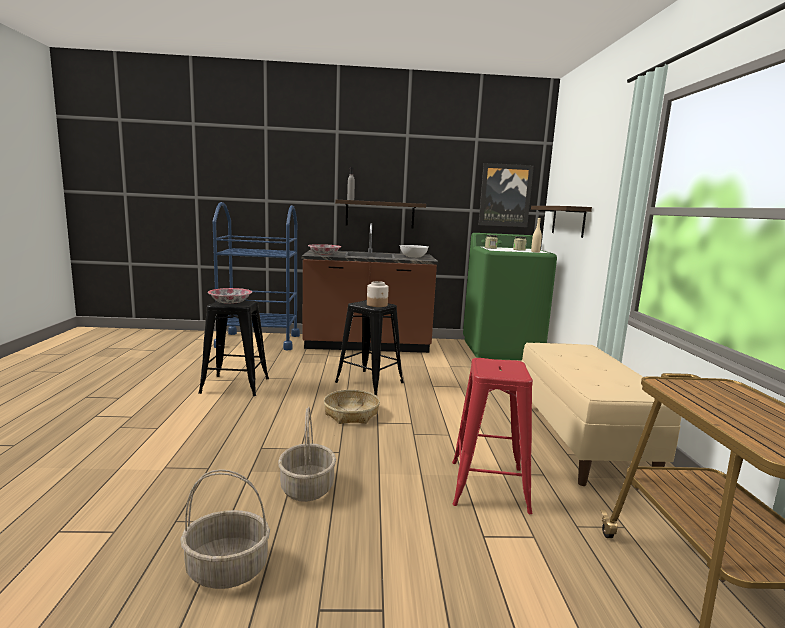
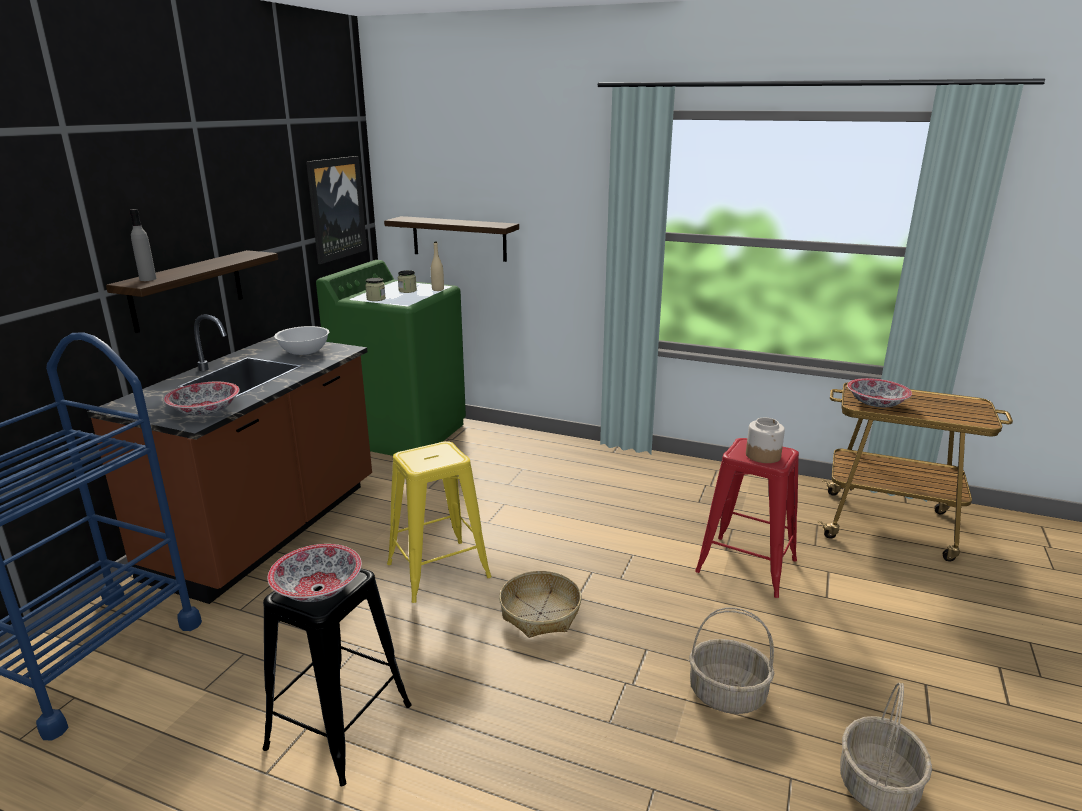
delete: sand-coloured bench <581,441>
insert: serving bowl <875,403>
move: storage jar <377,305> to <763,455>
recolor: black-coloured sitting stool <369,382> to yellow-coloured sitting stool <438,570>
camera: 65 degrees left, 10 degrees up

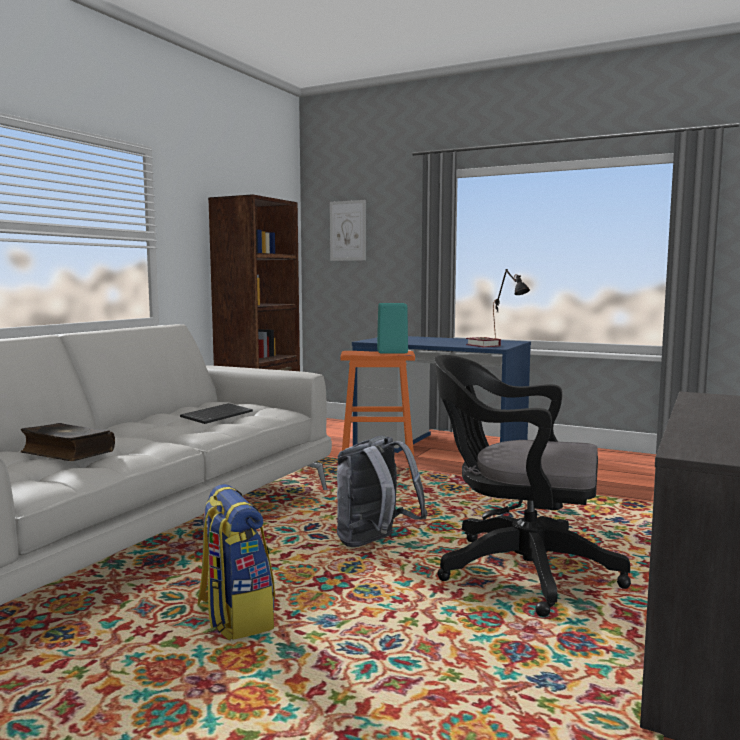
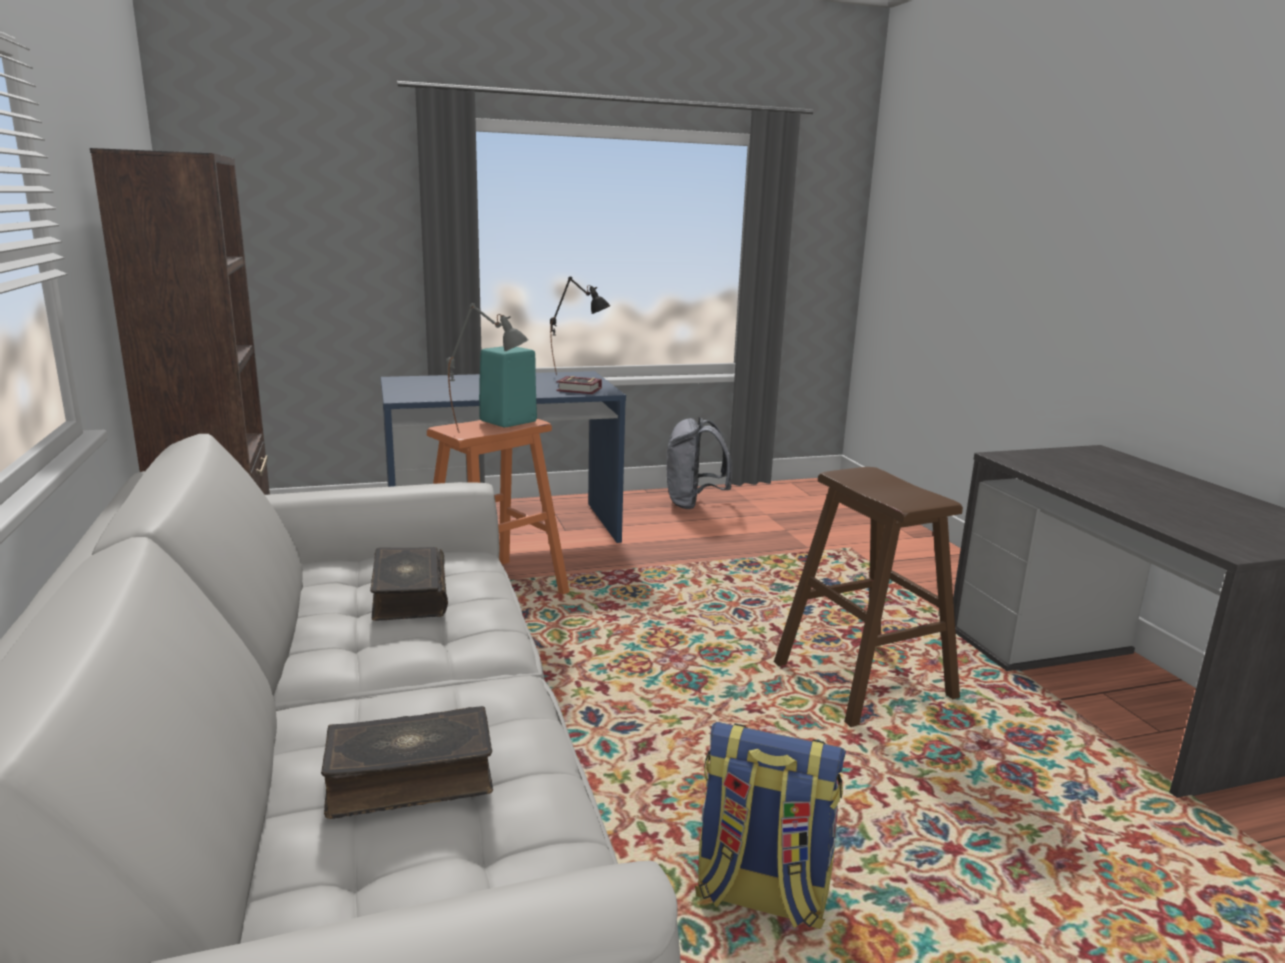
delete: picture <347,230>
insert: grey tabletop lamp <489,432>
move: grey rucksack <375,543> to <693,504>
replace: black-coloured desk chair <517,570> to brown-coloured sitting stool <863,680>; PC keyboard <217,415> to volume <408,596>
camera: 45 degrees left, 10 degrees up

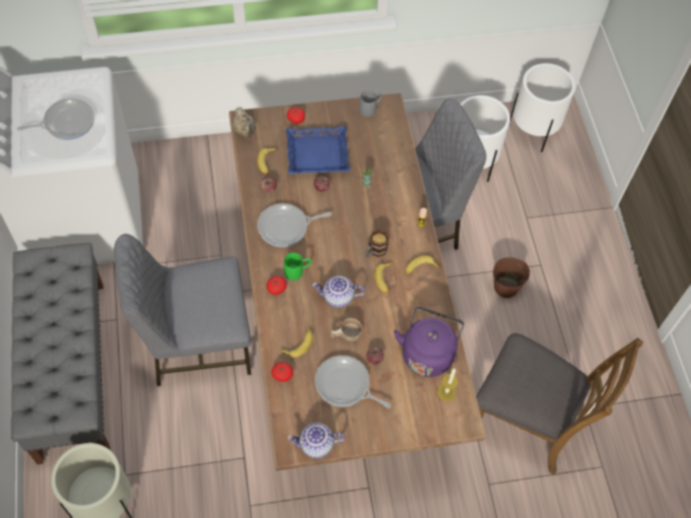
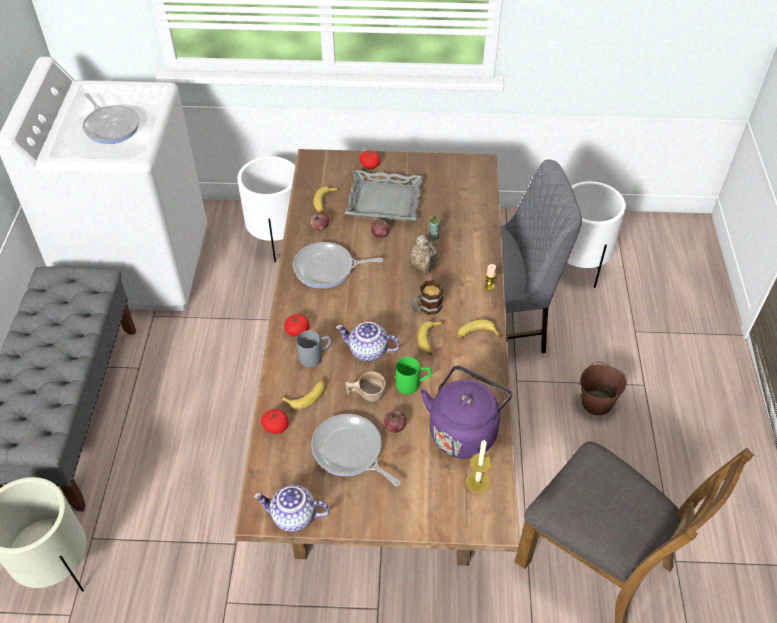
delete: grey chair <197,343>
move: whitish flower pot <533,131> to <277,240>; grey mug <370,109> to <316,356>; sand-coloured pot for tea <245,131> to <424,266>; green-coloured mug <298,271> to <413,384>
recolor: blue tray <317,155> to grey tray <384,202>
rotate: frying pan <66,122> = <111,126> 60 degrees clockwise
camera: 15 degrees right, 10 degrees down

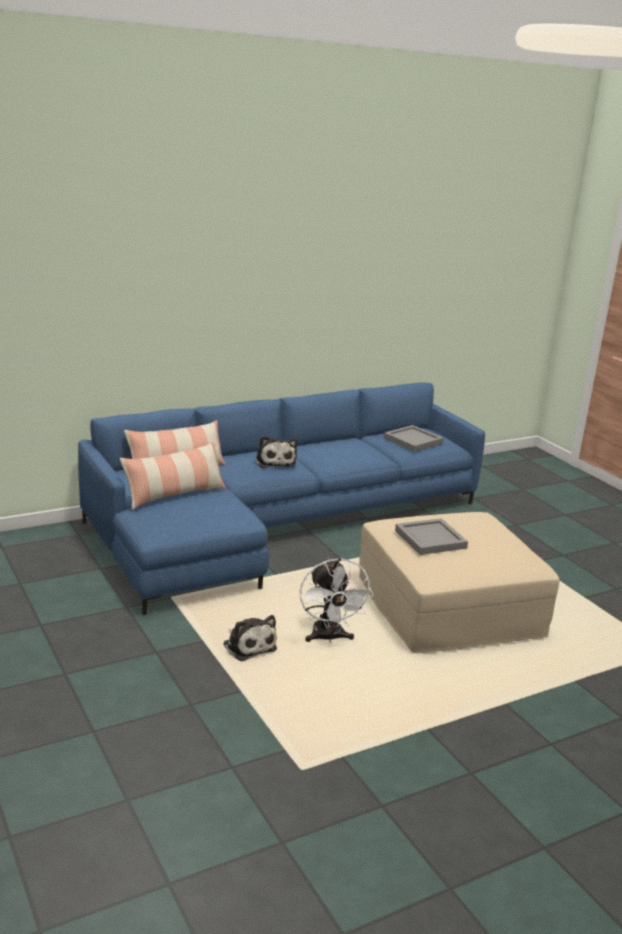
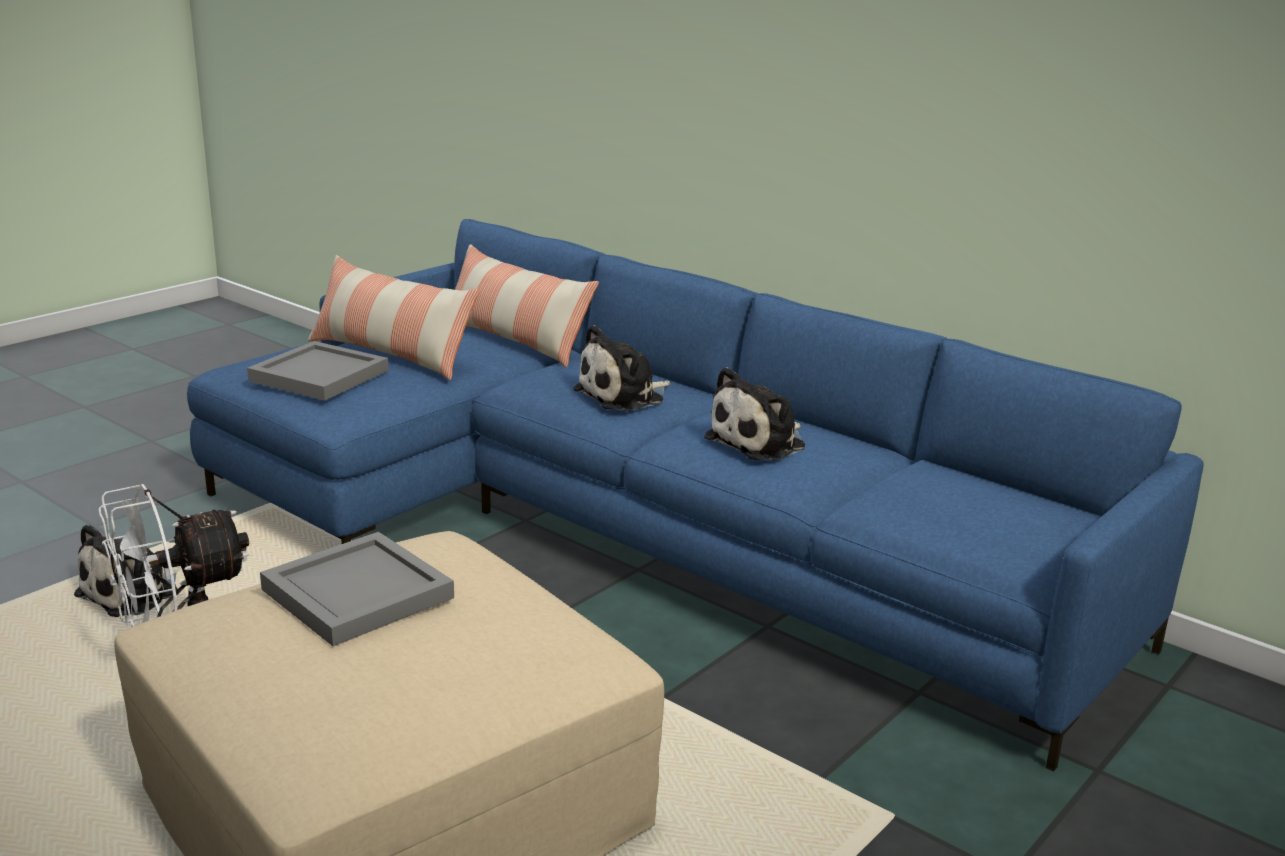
insert: soft toy <760,442>
move: grey tray <412,440> to <319,375>
camera: 70 degrees right, 0 degrees up

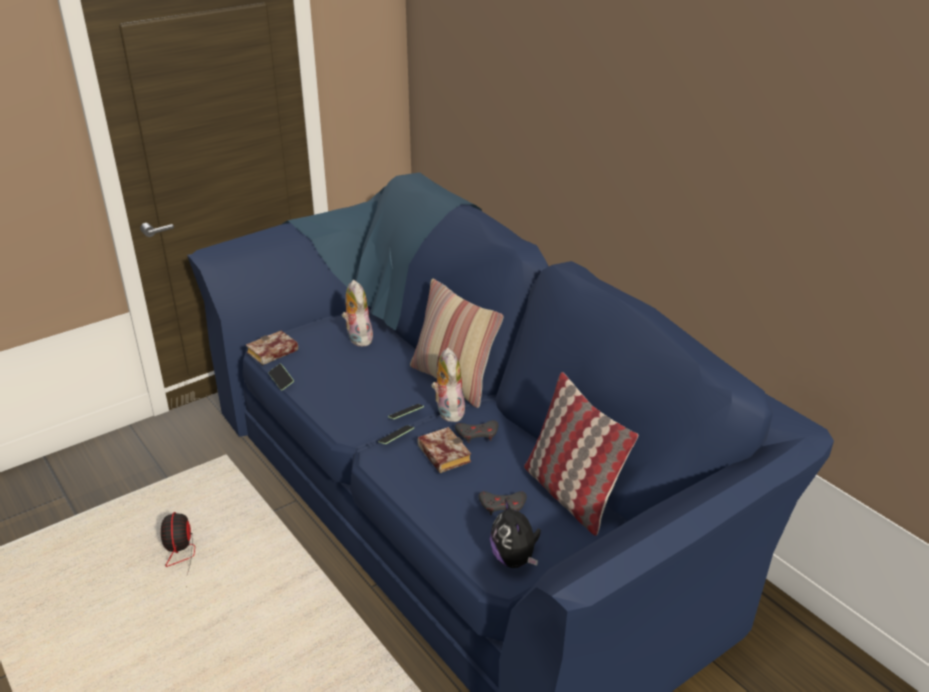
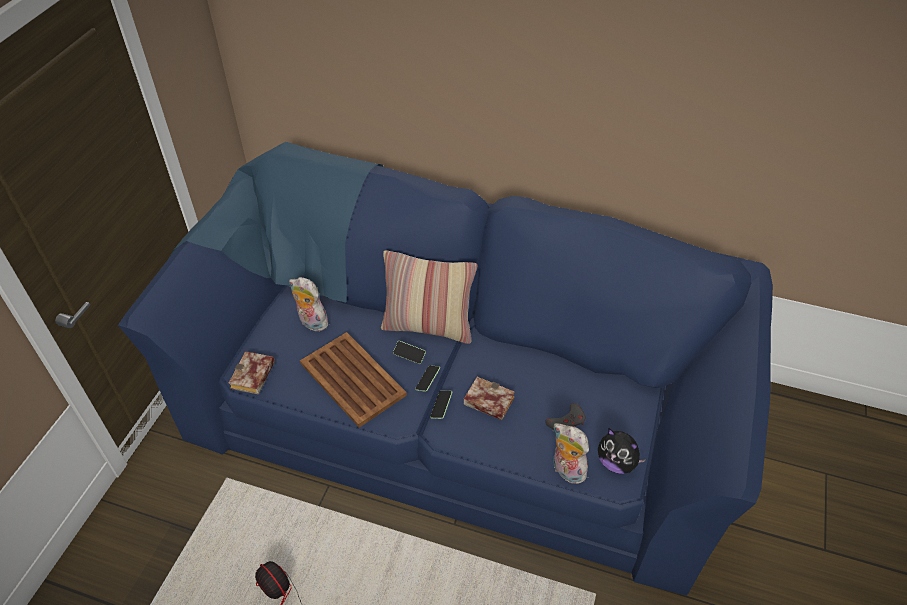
delete: cushion <571,495>; grey joypad <477,434>
insert: brown-coloured tray <352,378>
move: soft toy <448,411> to <566,470>; telephone <281,381> to <409,355>
camera: 35 degrees left, 15 degrees up

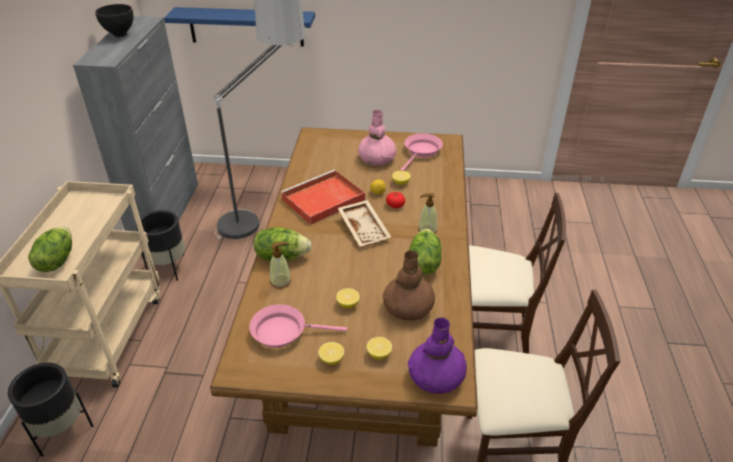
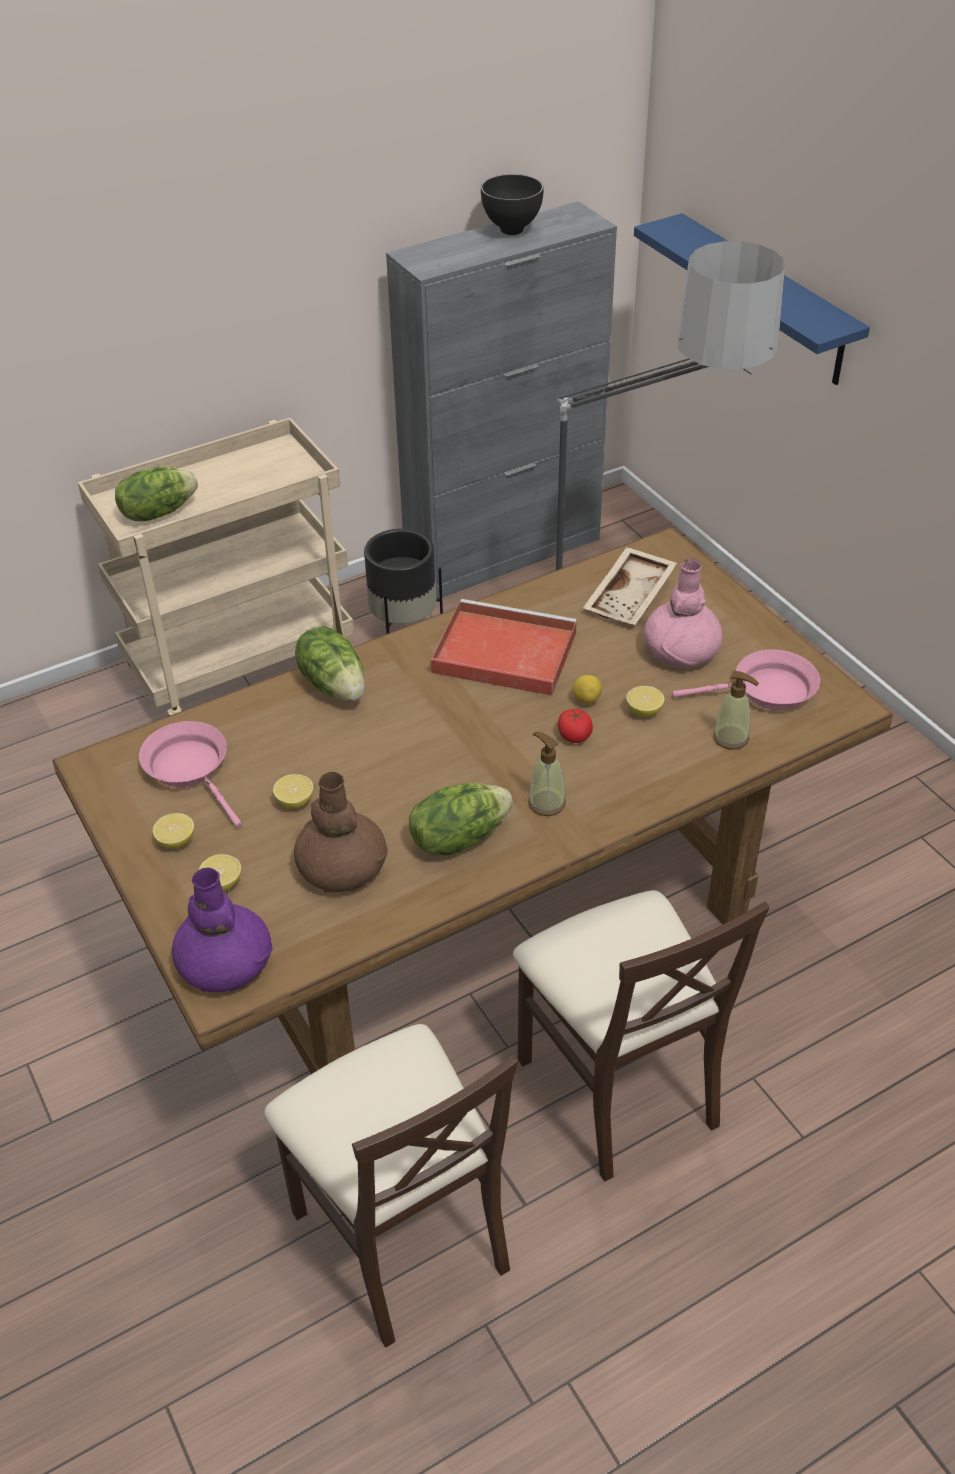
delete: black-coloured flower pot <62,430>
move: sand-coloured tray <365,229> to <631,597>; soap dispenser <280,281> to <731,738>
camera: 55 degrees right, 5 degrees up

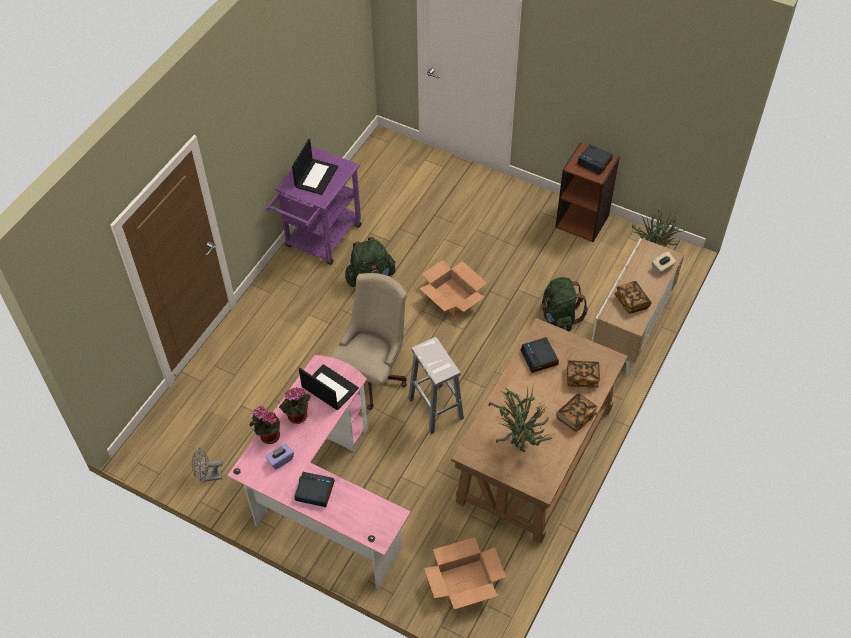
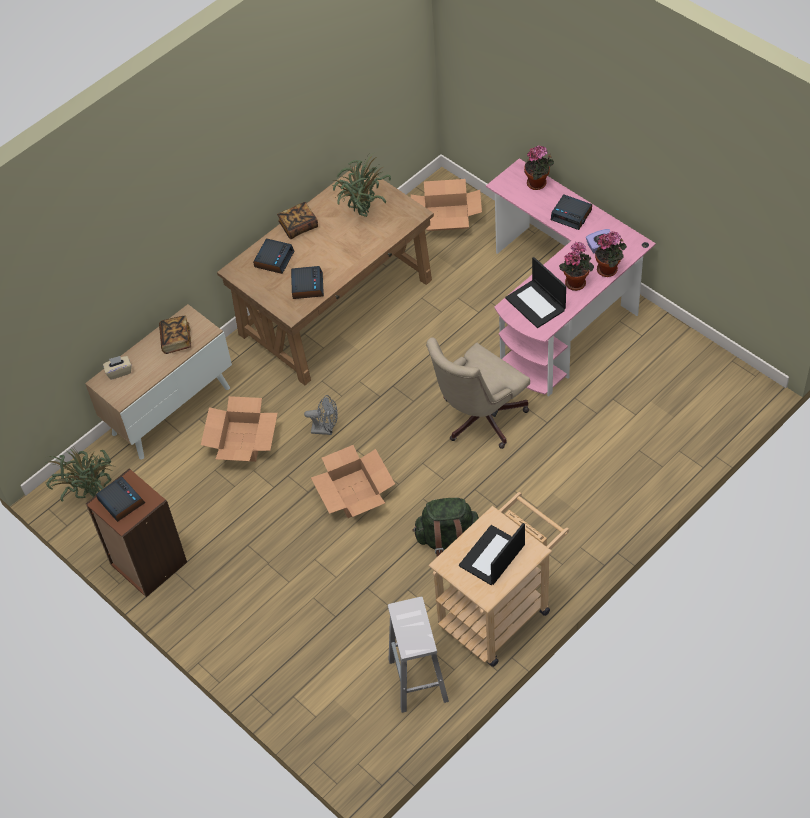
insert: potted plant <538,184>
move: whitish sitting stool <435,408> to <419,681>; grey fan <208,476> to <326,429>
replace: green-coloured rucksack <559,318> to packing box <242,441>; volume <582,378> to alarm clock <274,259>
recolor: purple-coloured wheeled cart <320,240> to sand-coloured wheeled cart <500,611>
camera: 160 degrees left, 0 degrees up

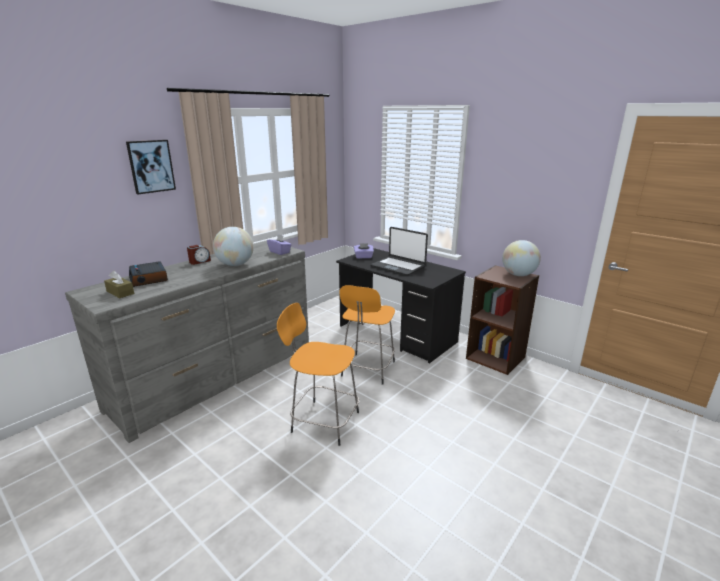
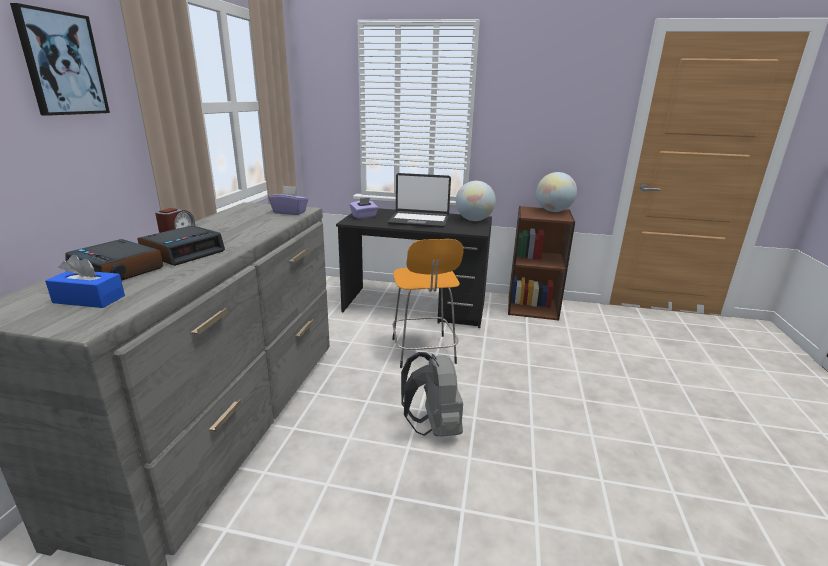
insert: alarm clock <184,252>
move: globe <235,264> to <474,220>
replace: orangey sitting stool <323,421> to grey rucksack <433,427>
recolor: brown-coloured box of tissues <120,292> to blue box of tissues <89,299>
camera: 30 degrees left, 0 degrees up

